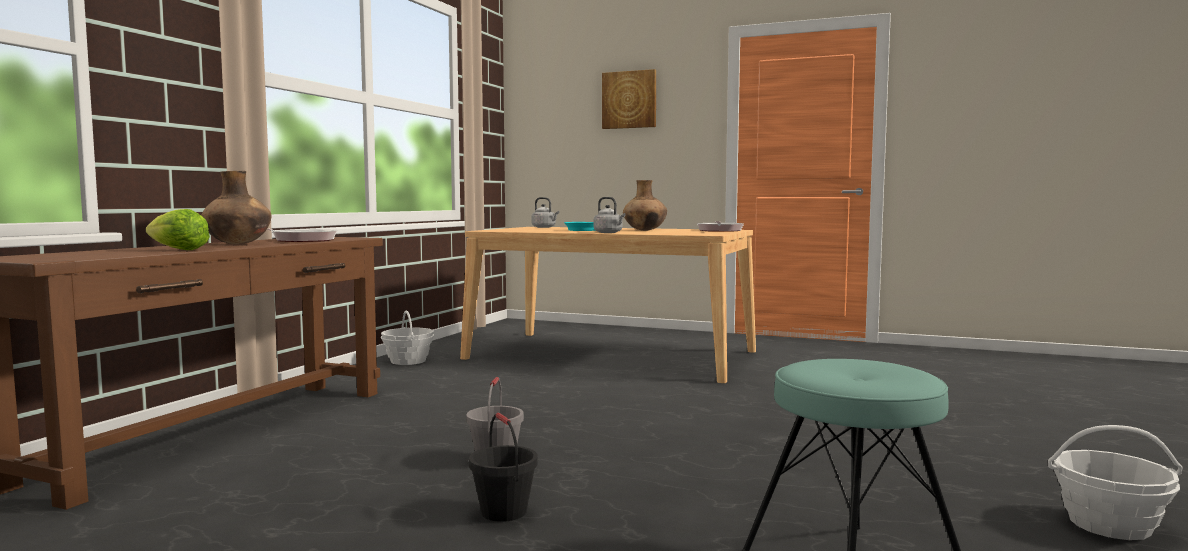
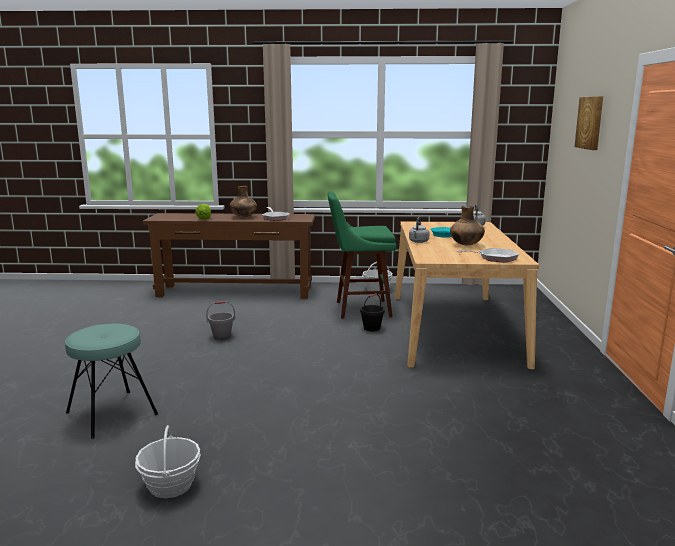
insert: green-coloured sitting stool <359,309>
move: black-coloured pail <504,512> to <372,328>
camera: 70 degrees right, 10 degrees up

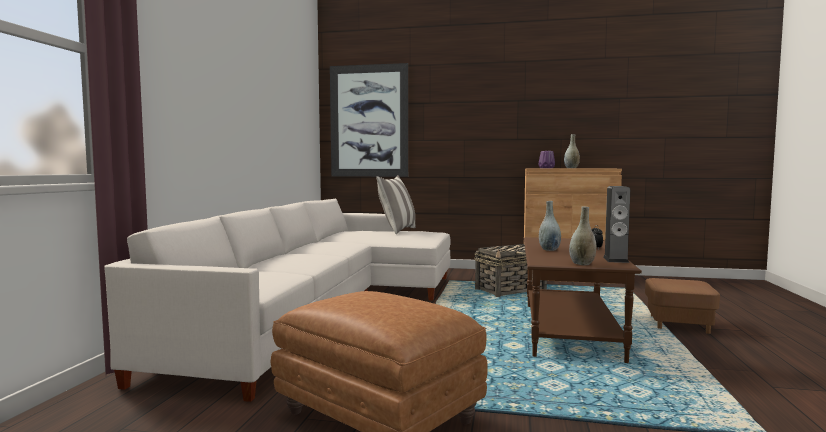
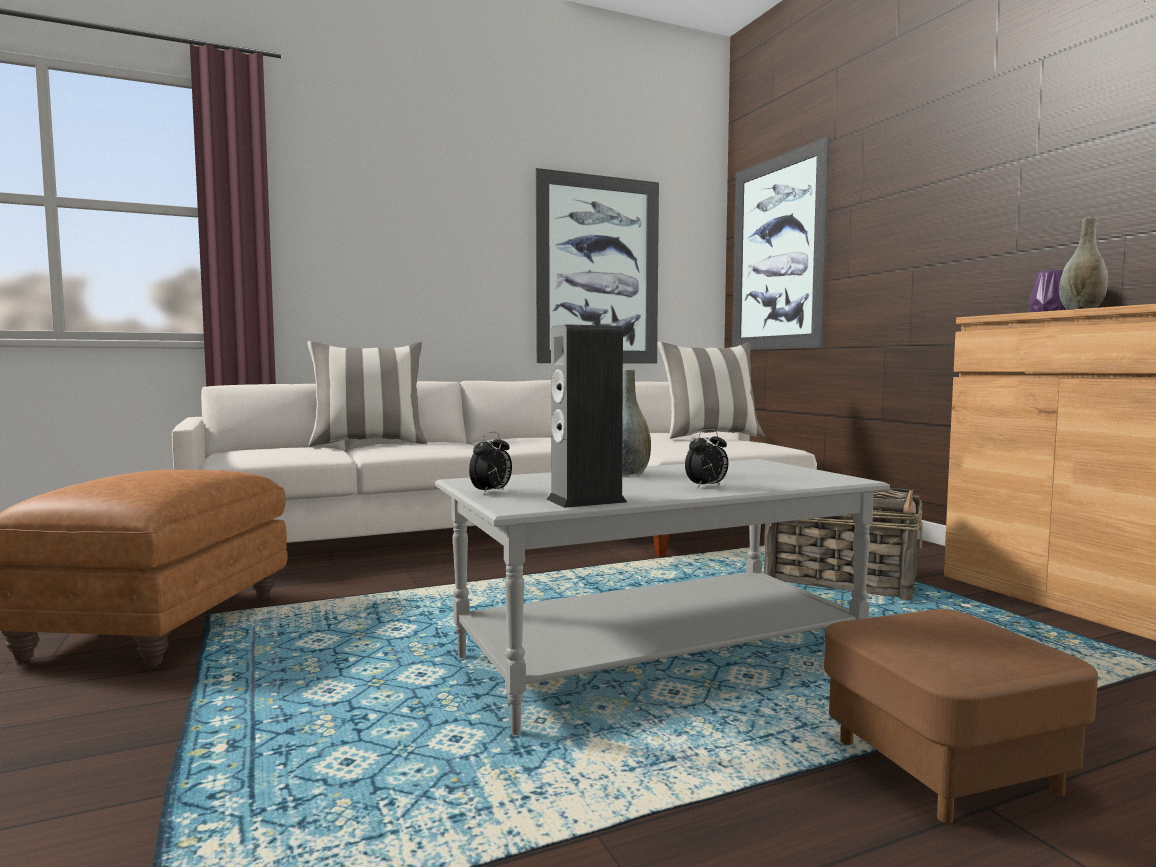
insert: picture <598,270>; cushion <369,444>
replace: grey decorative vase <582,264> to alarm clock <491,492>
recolor: brown-coloured lounge table <568,330> to grey lounge table <658,658>
camera: 55 degrees right, 0 degrees up

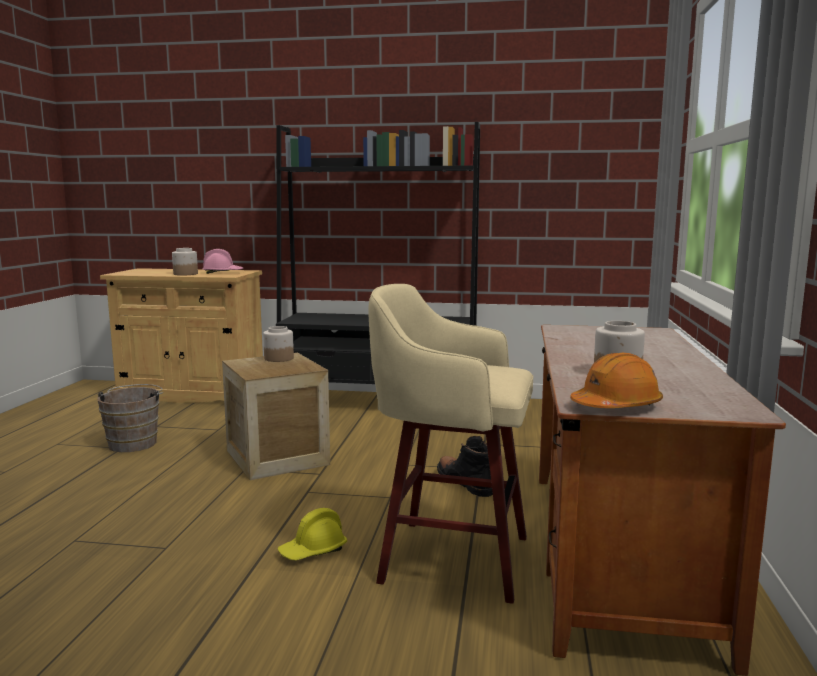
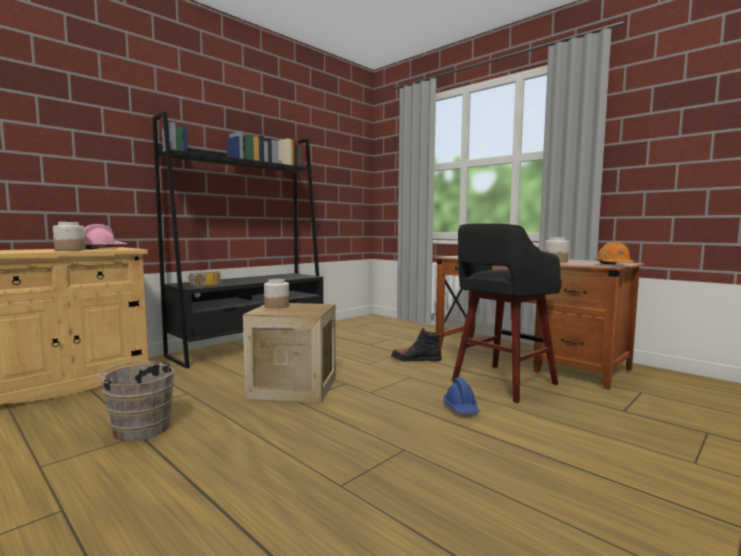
insert: radio receiver <205,286>
recolor: sand-coloured sitting stool <449,558> to black-coloured sitting stool <501,383>; yellow-coloured safety helmet <313,551> to blue safety helmet <461,408>
camera: 55 degrees left, 5 degrees down

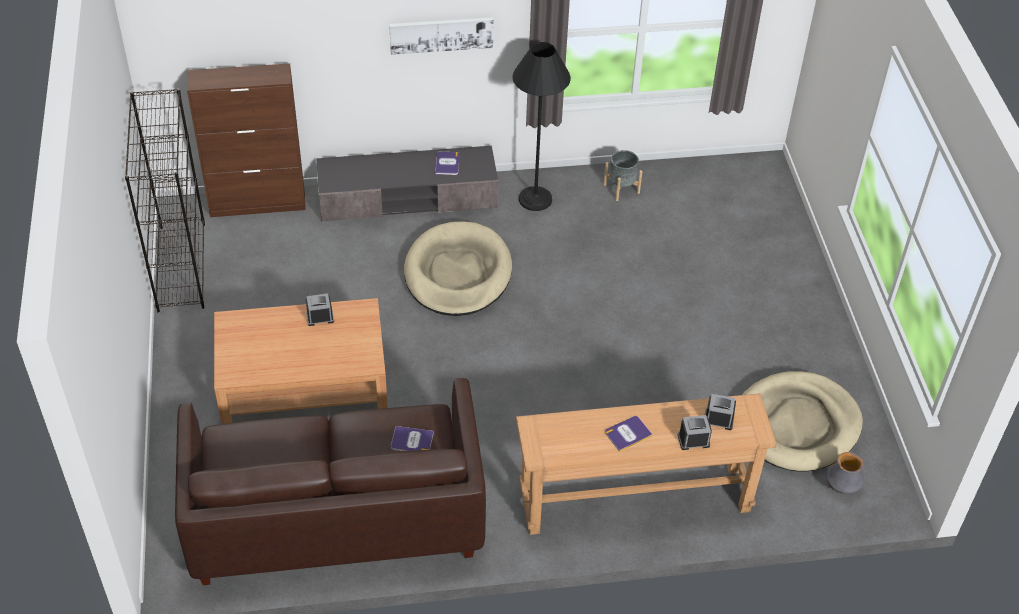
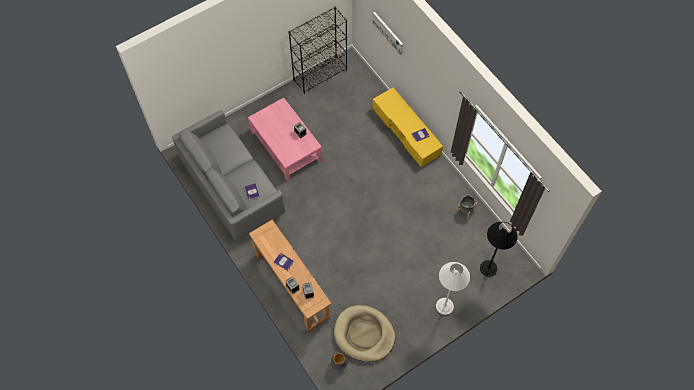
delete: brown-coloured storage cabinet <258,203>; sand-coloured dog bed <458,273>
insert: whitish standard lamp <444,306>
move: picture <441,34> to <388,32>; black-coloured standard lamp <535,199> to <488,268>
recolor: grey media console <407,198> to yellow-coloured media console <406,132>; brown-coloured lounge table <302,384> to pink-coloured lounge table <285,145>; brown-coloured couch <335,515> to grey couch <232,187>
camera: 65 degrees right, 15 degrees up

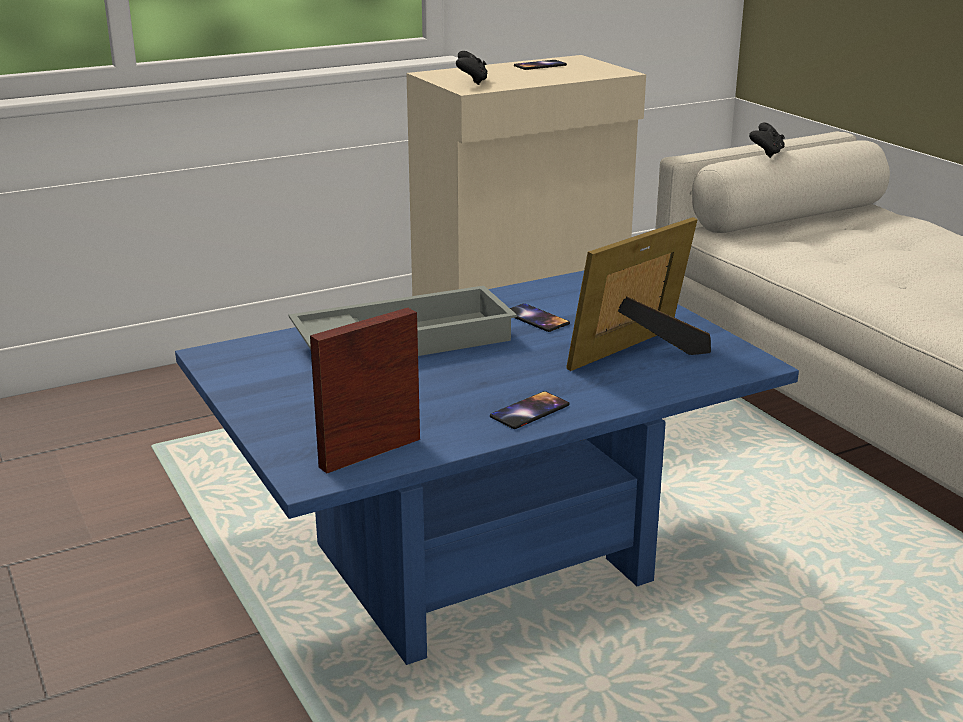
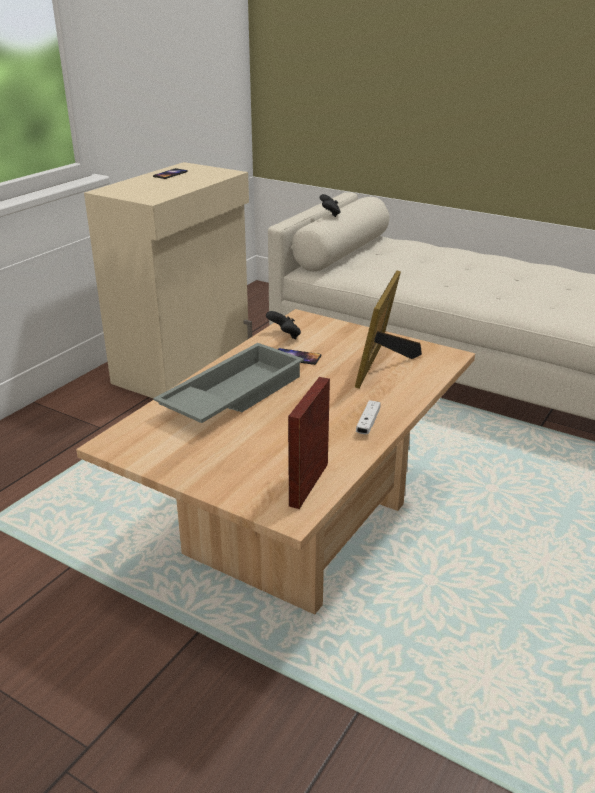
move: black-coloured joypad <472,82> to <285,336>
replace: telephone <529,411> to whitish joypad <368,423>
recolor: blue lounge table <481,564> to sand-coloured lounge table <297,529>
camera: 30 degrees left, 5 degrees up

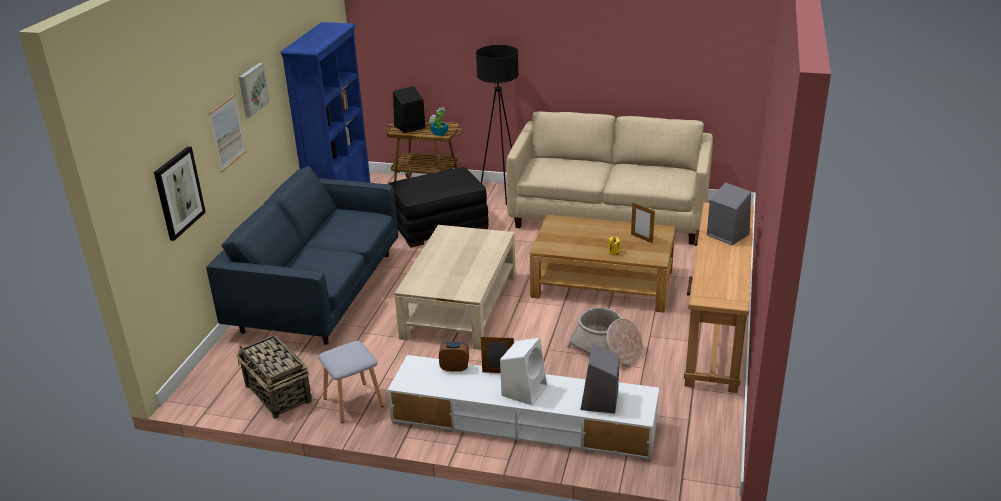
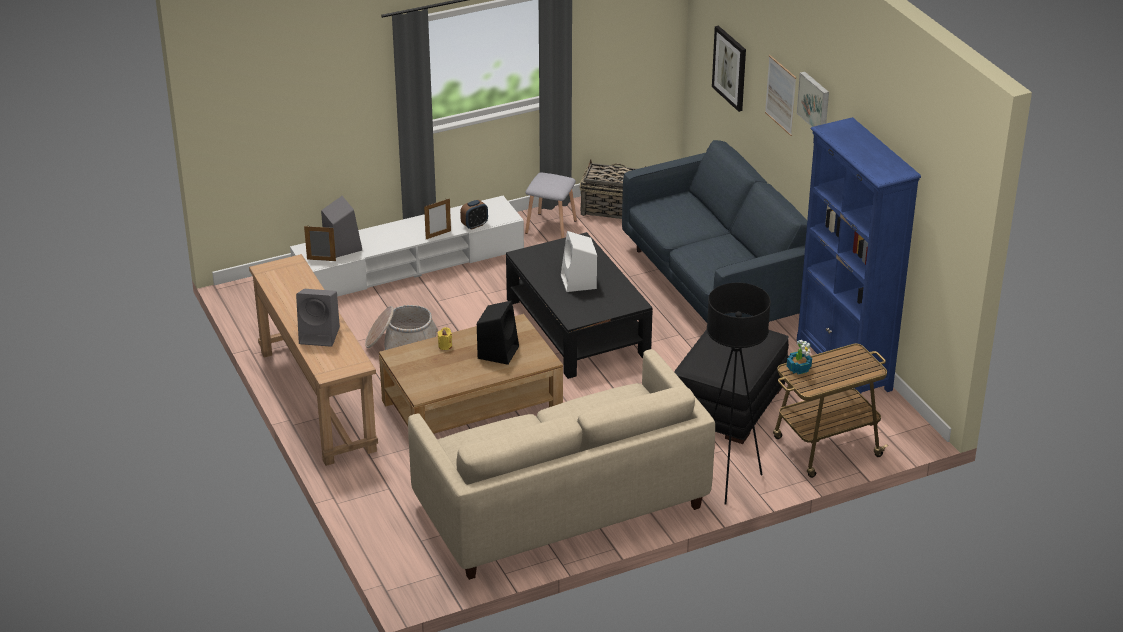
move: black-coloured speaker <409,127> to <498,351>; standing frame <641,238> to <321,260>; whitish speaker <524,390> to <579,282>
recolor: sand-coloured lounge table <460,305> to black-coloured lounge table <577,327>
camera: 140 degrees right, 5 degrees up

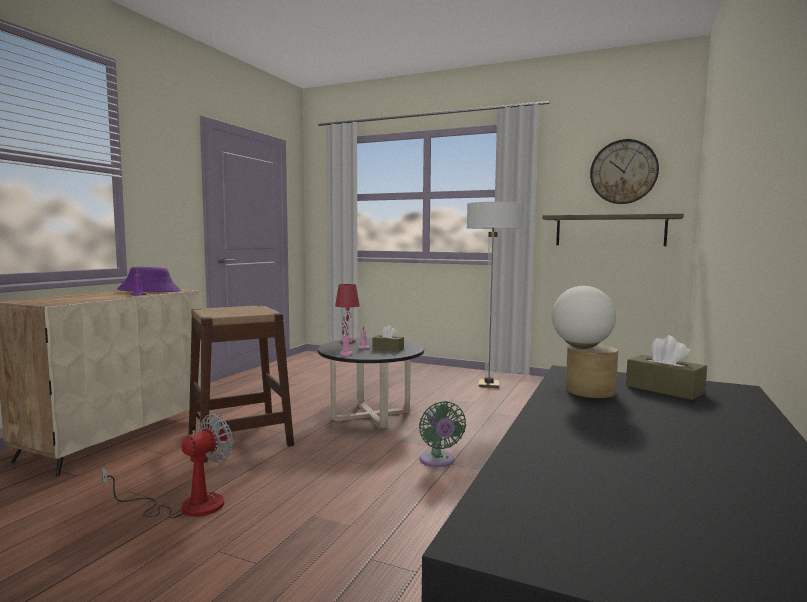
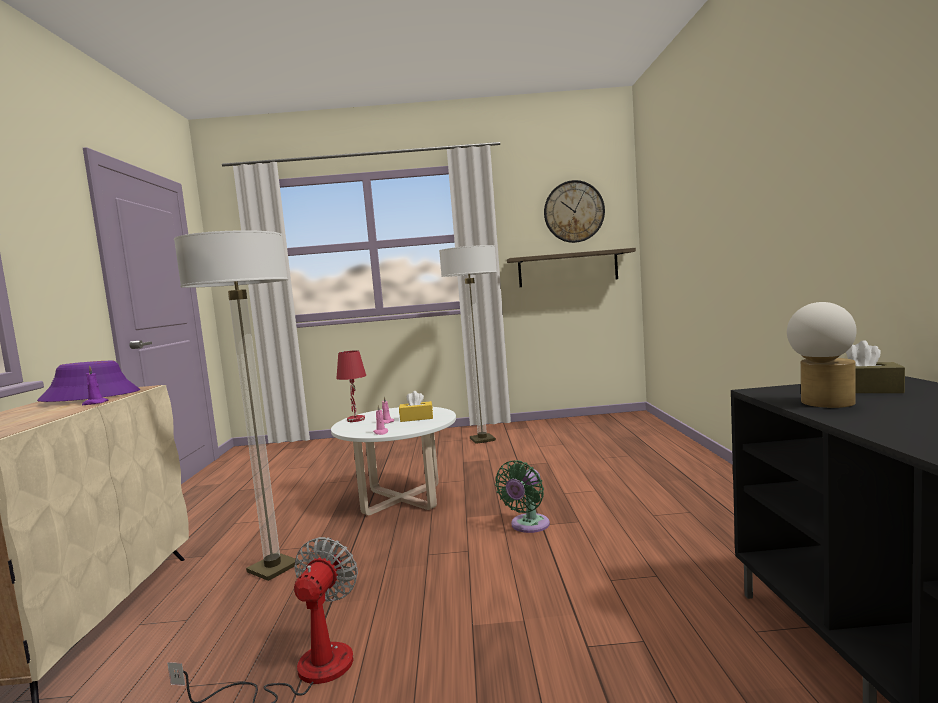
replace: brown-coloured sitting stool <239,438> to standard lamp <273,568>
recolor: brown-coloured box of tissues <388,349> to yellow-coloured box of tissues <416,418>; black-coloured lounge table <371,415> to whitish lounge table <402,499>
rotate: green-coloured fan <438,461> = <528,526> 75 degrees clockwise
camera: 25 degrees left, 0 degrees up

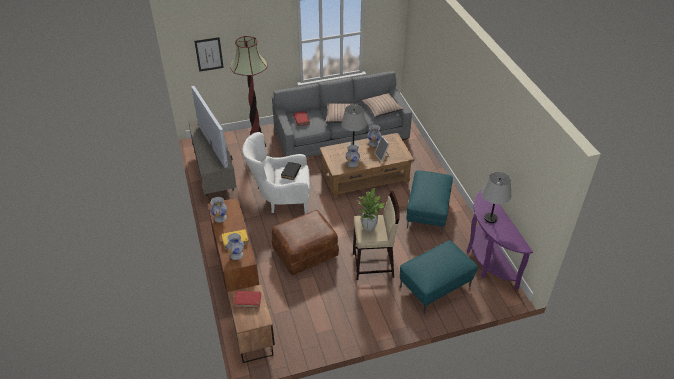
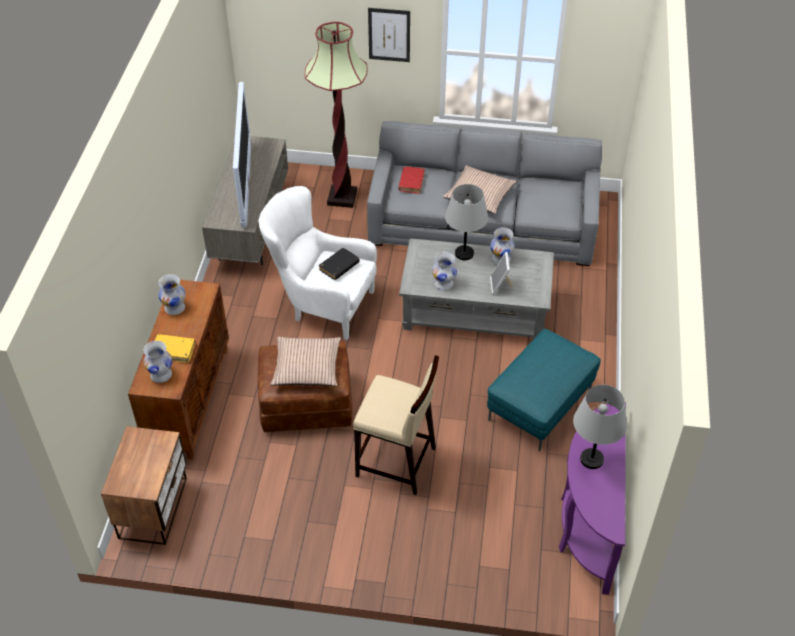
delete: potted plant <368,227>; turquoise ottoman <435,287>; reddish volume <248,301>
move: picture <209,54> to <389,35>; cushion <382,108> to <307,367>
recolor: brown-coloured lounge table <365,178> to grey lounge table <475,311>
camera: 25 degrees right, 5 degrees up

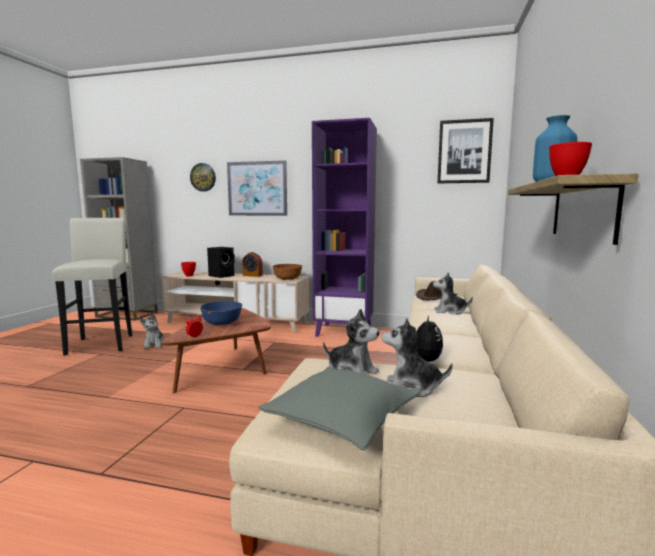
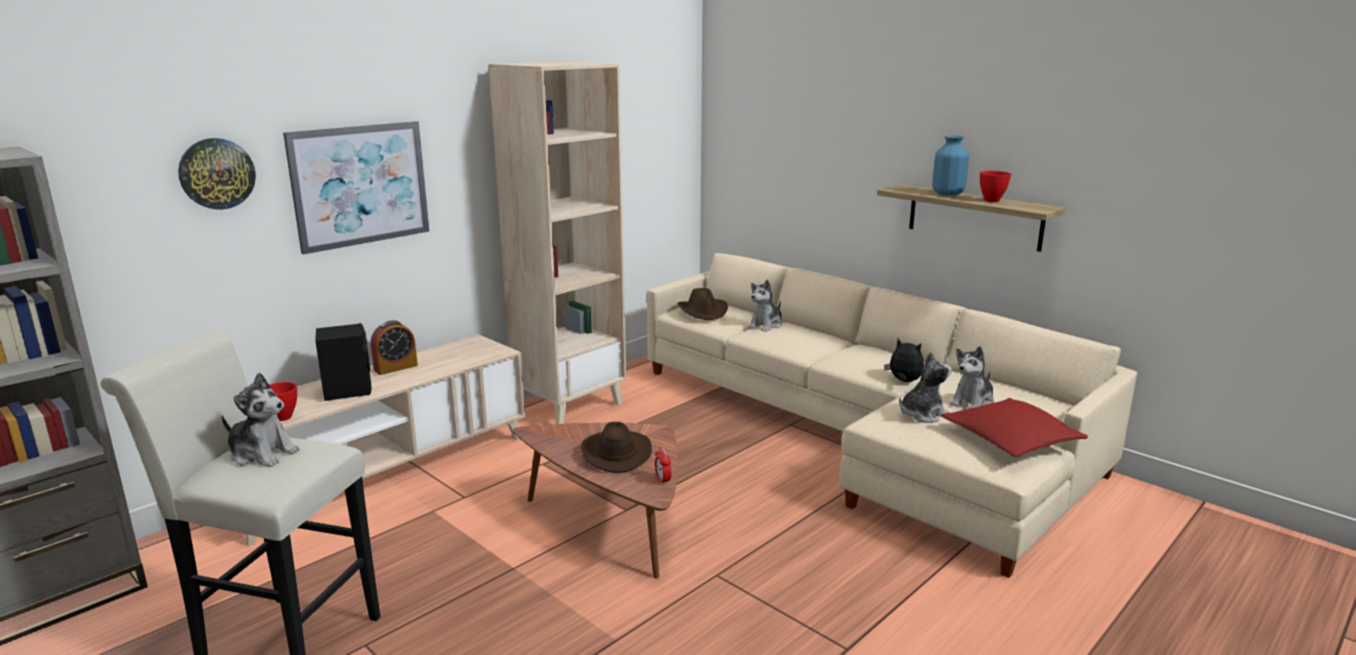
delete: picture <464,151>; brown-coloured serving bowl <287,279>
move: soft toy <154,345> to <262,454>
replace: blue serving bowl <222,323> to brown-coloured clothing hat <615,453>
recolor: purple-coloured shelving unit <344,332> to sand-coloured shelving unit <570,405>; grey cushion <342,417> to reddish cushion <1010,439>
camera: 60 degrees left, 10 degrees up

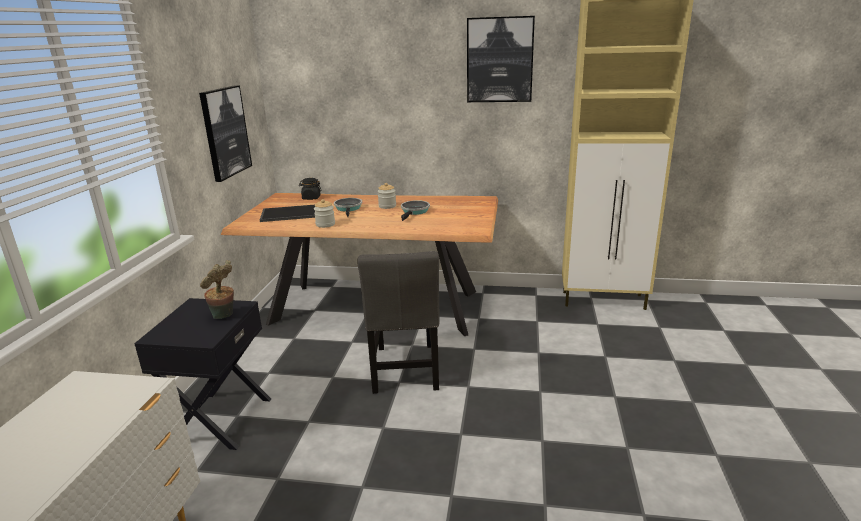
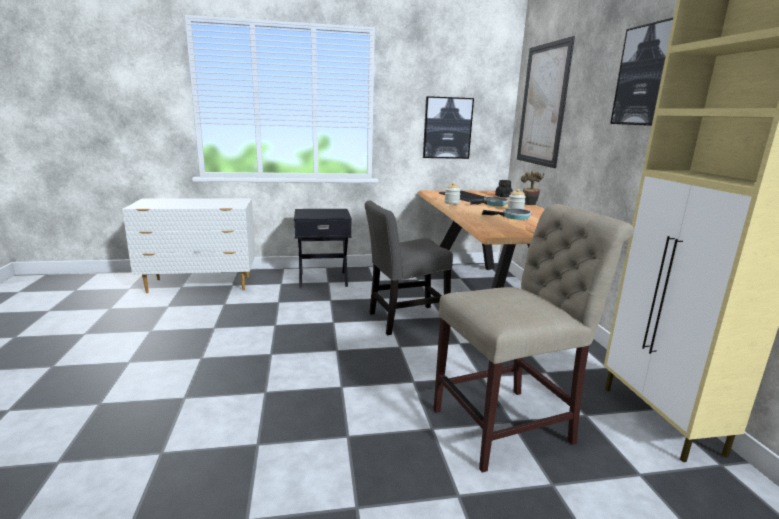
insert: picture <542,105>; sand-coloured chair <509,425>
move: potted plant <224,316> to <529,205>
camera: 70 degrees right, 5 degrees down

